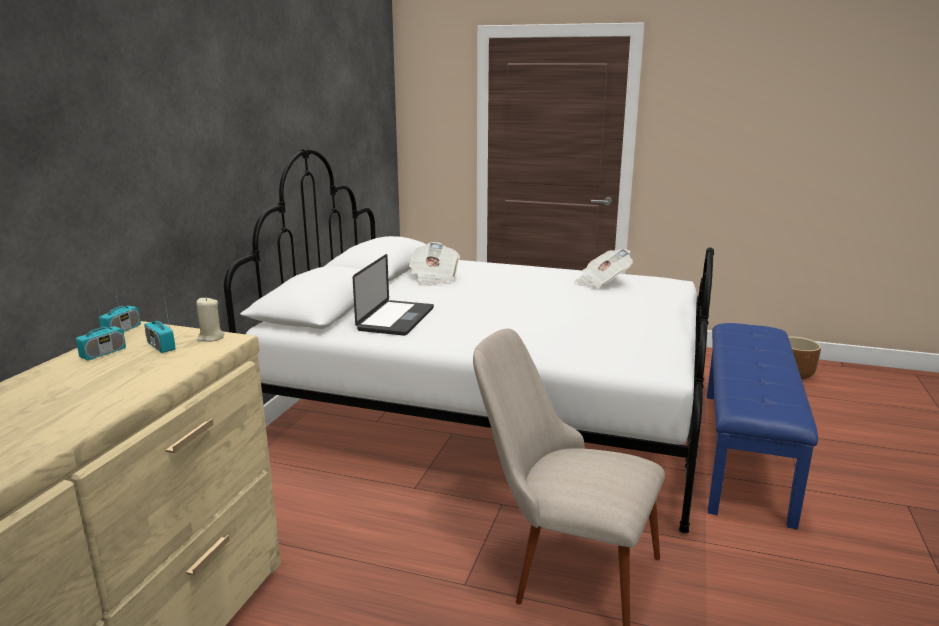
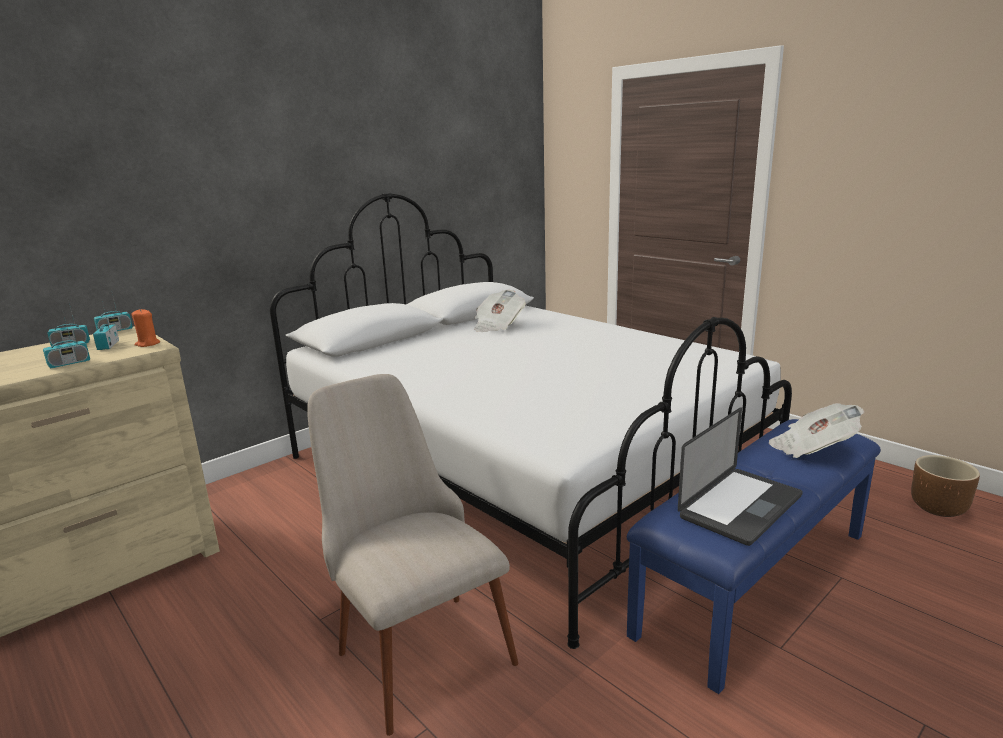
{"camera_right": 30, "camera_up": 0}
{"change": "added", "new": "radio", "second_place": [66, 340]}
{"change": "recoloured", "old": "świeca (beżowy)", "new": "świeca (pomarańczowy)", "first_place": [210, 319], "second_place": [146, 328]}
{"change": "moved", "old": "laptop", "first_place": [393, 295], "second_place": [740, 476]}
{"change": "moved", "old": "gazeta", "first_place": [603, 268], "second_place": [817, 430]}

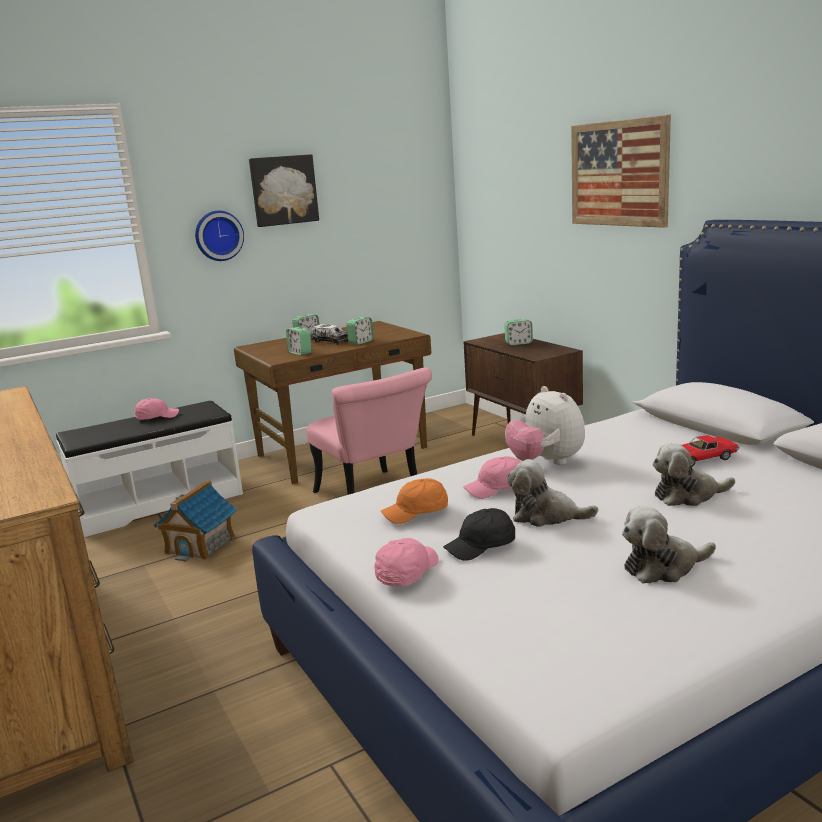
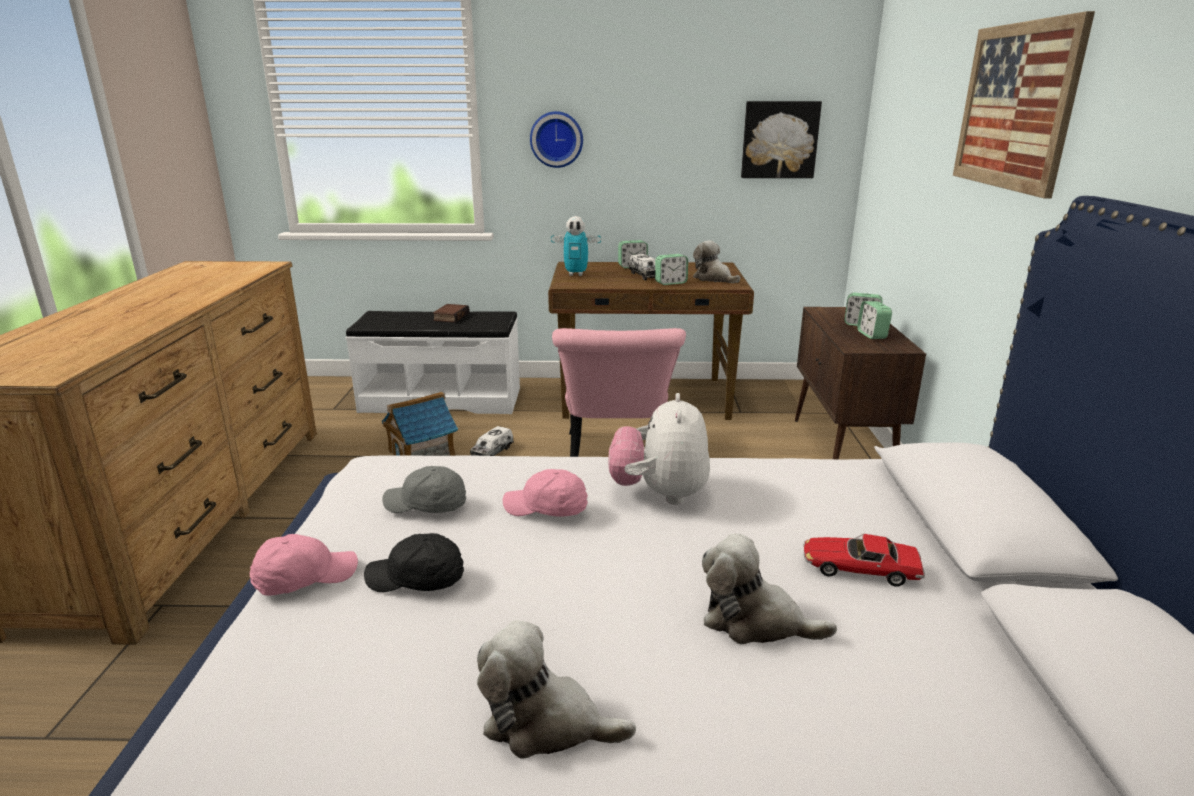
{"camera_right": 30, "camera_up": 5}
{"change": "recoloured", "old": "czapka z daszkiem (pomarańczowy)", "new": "czapka z daszkiem (szary)", "first_place": [414, 501], "second_place": [424, 489]}
{"change": "replaced", "old": "czapka z daszkiem (różowy)", "new": "książka", "first_place": [156, 409], "second_place": [451, 313]}
{"change": "added", "new": "ciężarówka zabawkowa", "second_place": [492, 441]}
{"change": "added", "new": "robot zabawkowy", "second_place": [576, 246]}
{"change": "moved", "old": "pluszak", "first_place": [552, 493], "second_place": [716, 261]}
{"change": "moved", "old": "obraz", "first_place": [284, 190], "second_place": [781, 139]}
{"change": "moved", "old": "budzik", "first_place": [299, 341], "second_place": [874, 320]}

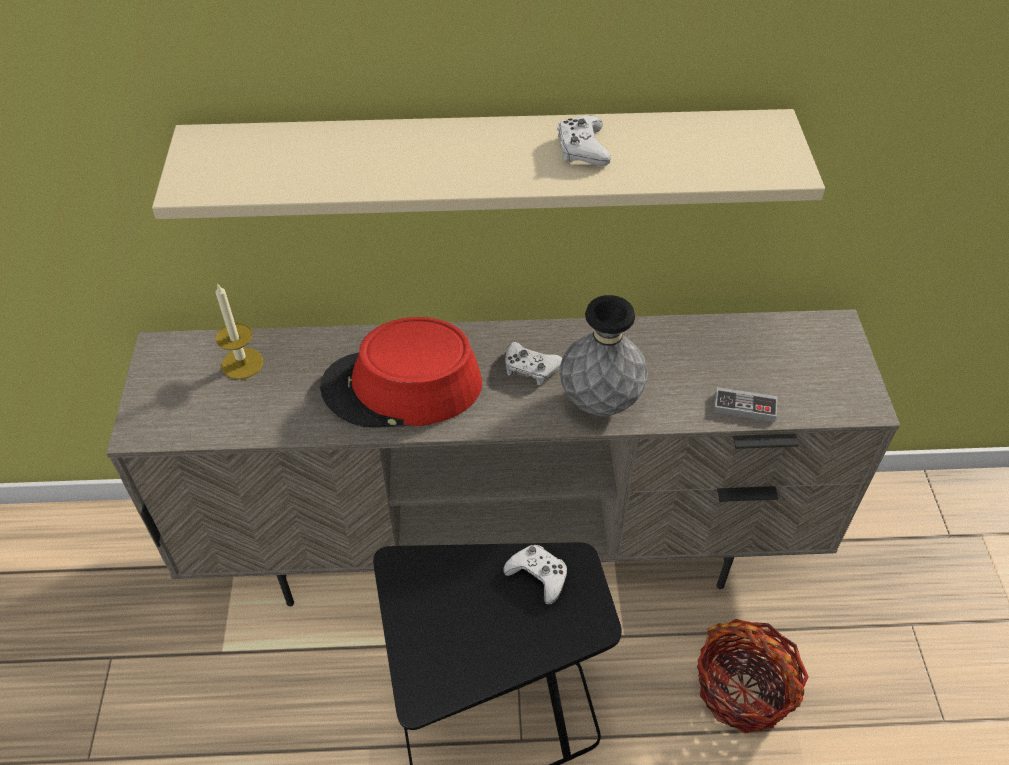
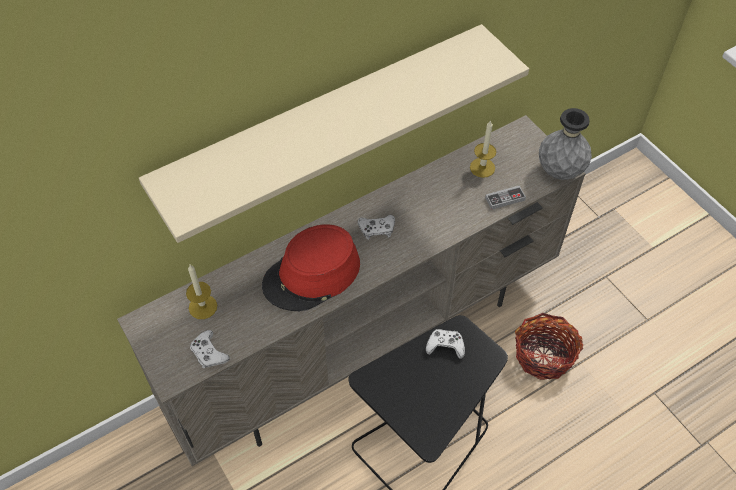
{"camera_right": -30, "camera_up": 5}
{"change": "moved", "old": "pad do gier (biały)", "first_place": [584, 141], "second_place": [210, 349]}
{"change": "added", "new": "świeca", "second_place": [483, 149]}
{"change": "moved", "old": "wazon (szary)", "first_place": [604, 355], "second_place": [565, 144]}

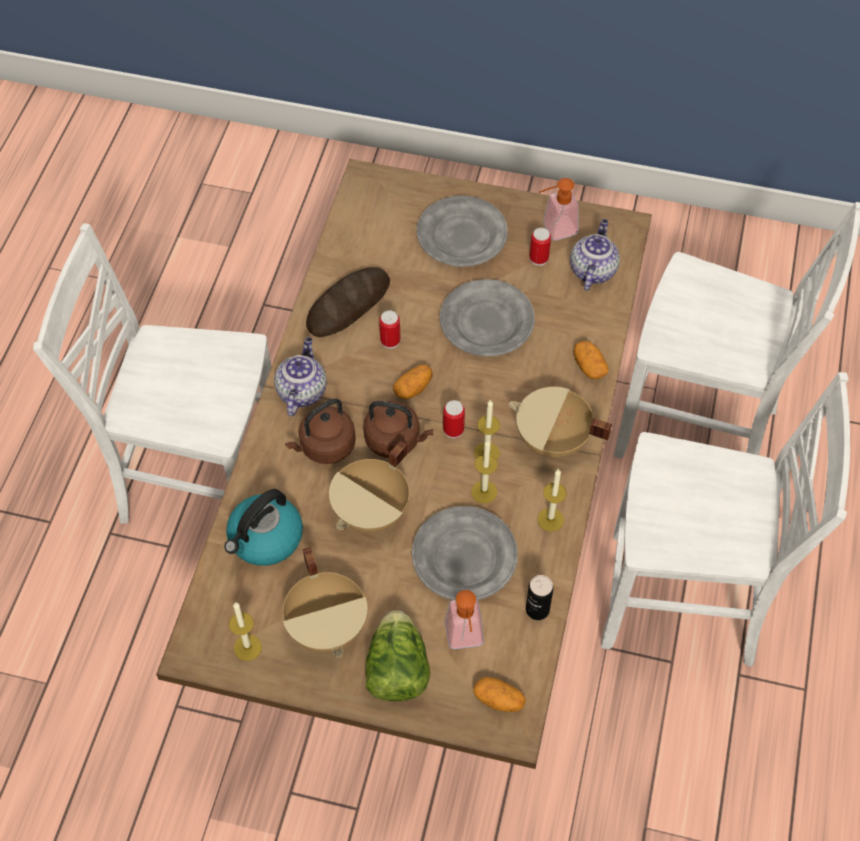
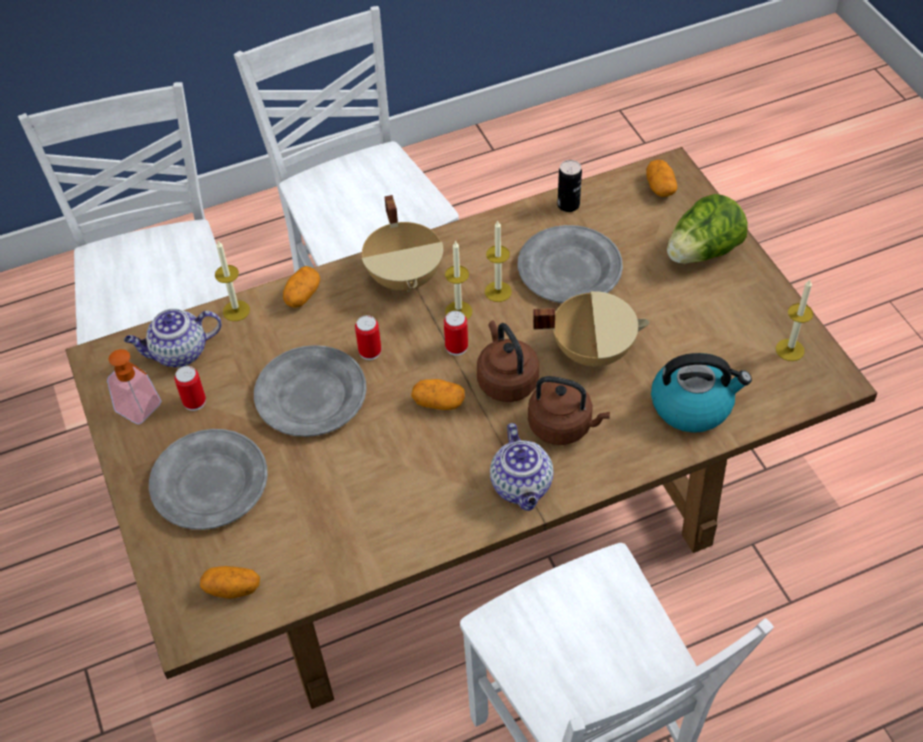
{"camera_right": -125, "camera_up": -5}
{"change": "added", "new": "ziemniak", "second_place": [230, 582]}
{"change": "moved", "old": "świeca", "first_place": [552, 500], "second_place": [232, 281]}
{"change": "moved", "old": "puszka", "first_place": [389, 329], "second_place": [368, 337]}
{"change": "turned", "old": "imbryk", "first_place": [300, 376], "second_place": [522, 467], "degrees": -75}
{"change": "removed", "old": "garnek (beżowy)", "first_place": [324, 602]}
{"change": "removed", "old": "chleb", "first_place": [348, 302]}
{"change": "removed", "old": "dozownik mydła", "first_place": [464, 619]}

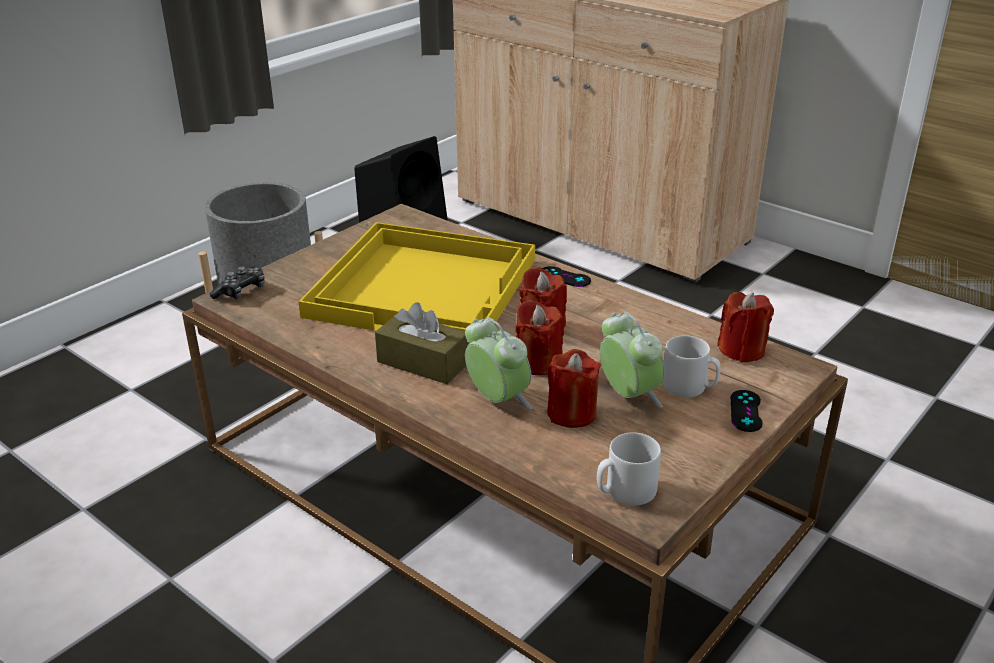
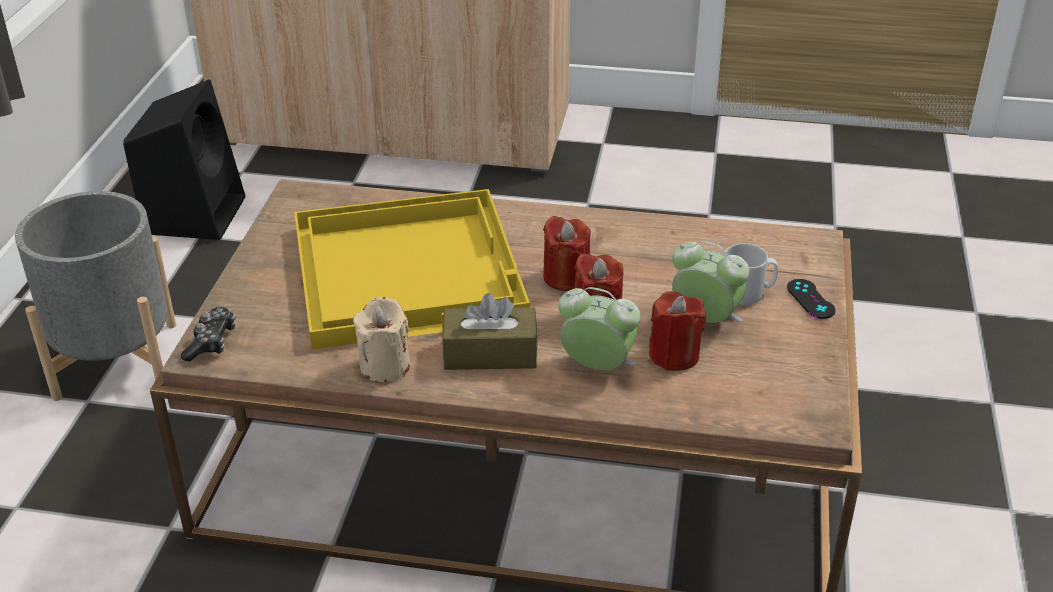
{"camera_right": -30, "camera_up": 5}
{"change": "added", "new": "świeca (beżowy)", "second_place": [382, 339]}
{"change": "removed", "old": "pad do gier (czarny)", "first_place": [567, 276]}
{"change": "removed", "old": "kubek (szary)", "first_place": [629, 469]}
{"change": "removed", "old": "świeca (czerwony)", "first_place": [745, 327]}

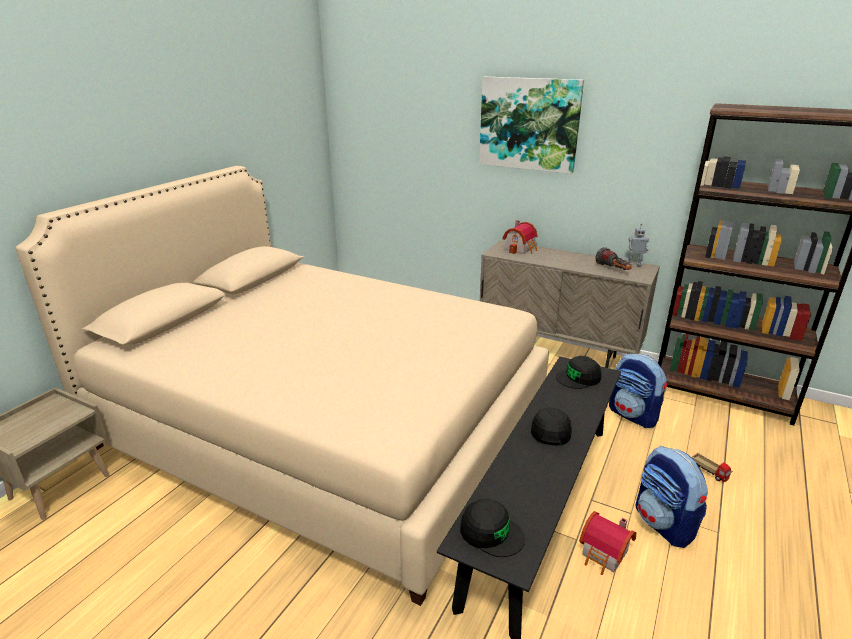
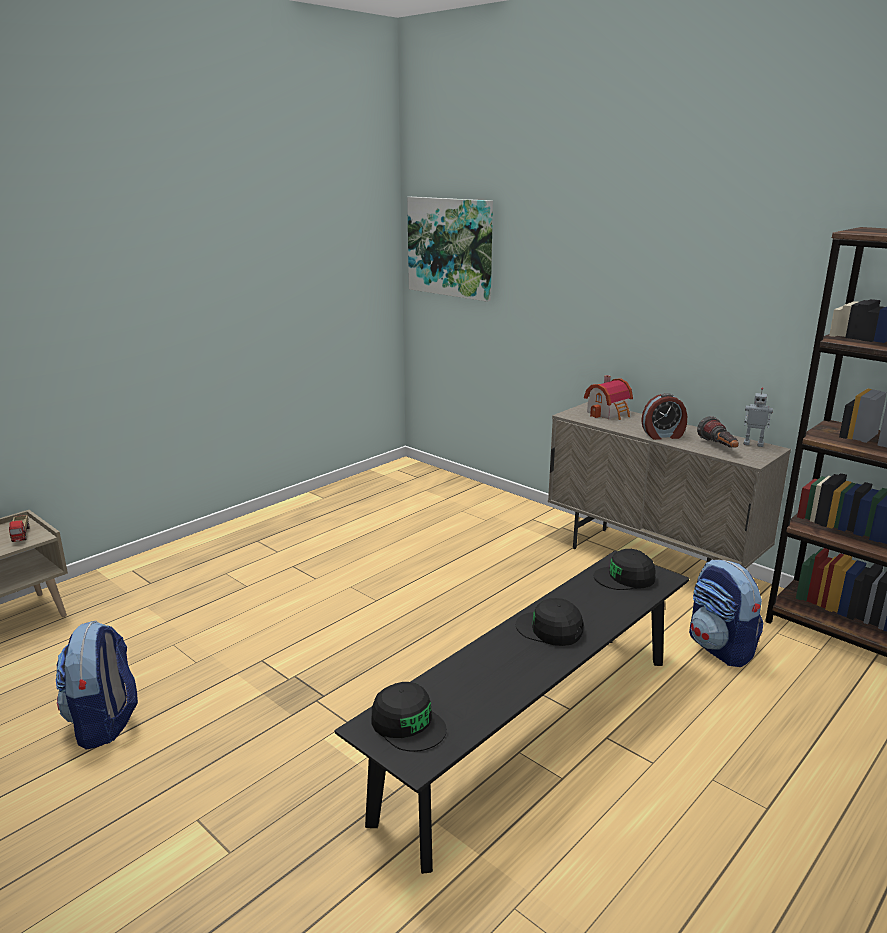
{"camera_right": 15, "camera_up": -5}
{"change": "moved", "old": "ciężarówka zabawkowa", "first_place": [712, 467], "second_place": [19, 528]}
{"change": "moved", "old": "plecak", "first_place": [671, 497], "second_place": [97, 685]}
{"change": "moved", "old": "obraz", "first_place": [531, 125], "second_place": [450, 249]}
{"change": "turned", "old": "czapka z daszkiem (czarny)", "first_place": [551, 427], "second_place": [549, 622], "degrees": -90}
{"change": "added", "new": "budzik", "second_place": [664, 416]}
{"change": "removed", "old": "łóżko (beżowy)", "first_place": [282, 386]}
{"change": "removed", "old": "domek", "first_place": [607, 543]}

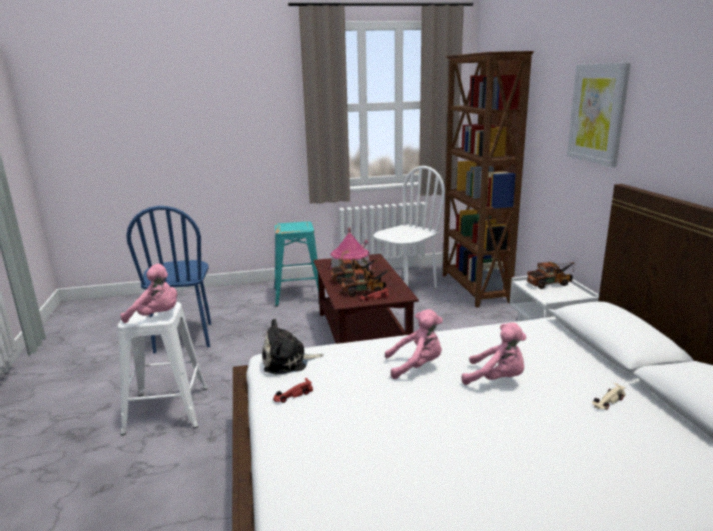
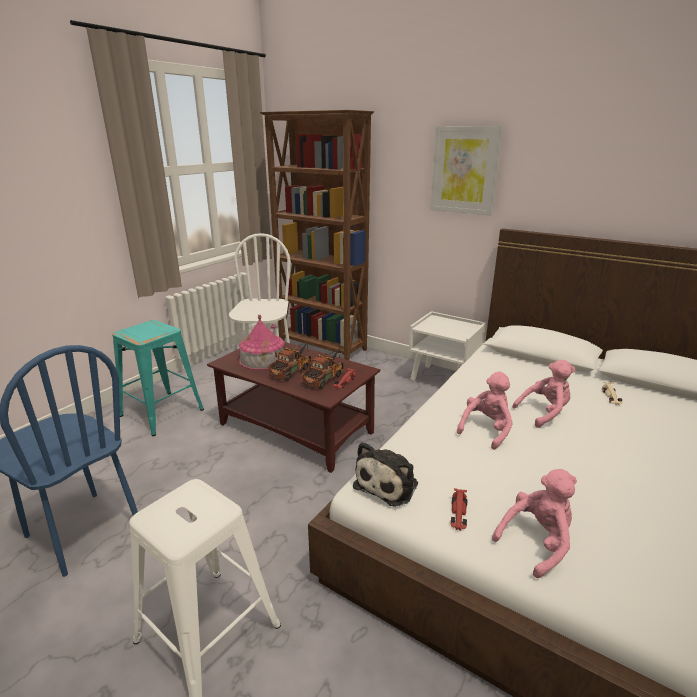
{"camera_right": -45, "camera_up": 5}
{"change": "moved", "old": "pluszak (różowy)", "first_place": [148, 293], "second_place": [534, 523]}
{"change": "removed", "old": "ciężarówka zabawkowa", "first_place": [551, 275]}

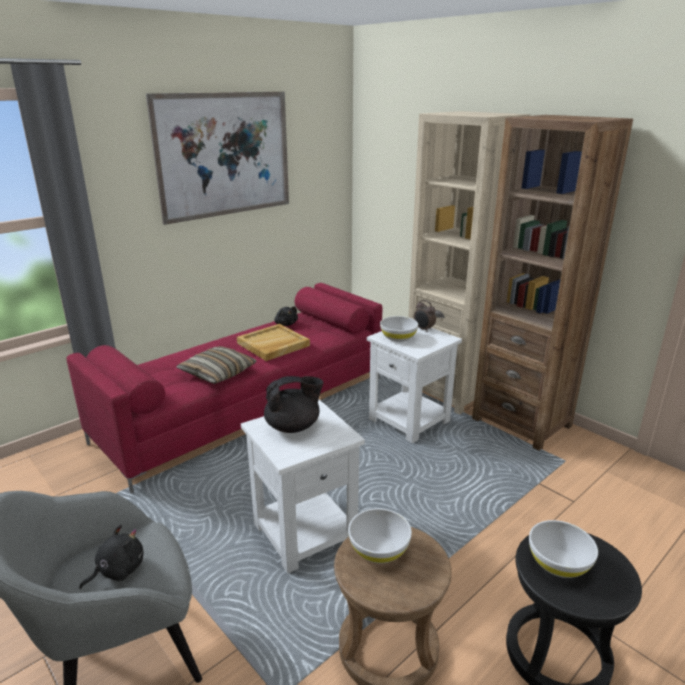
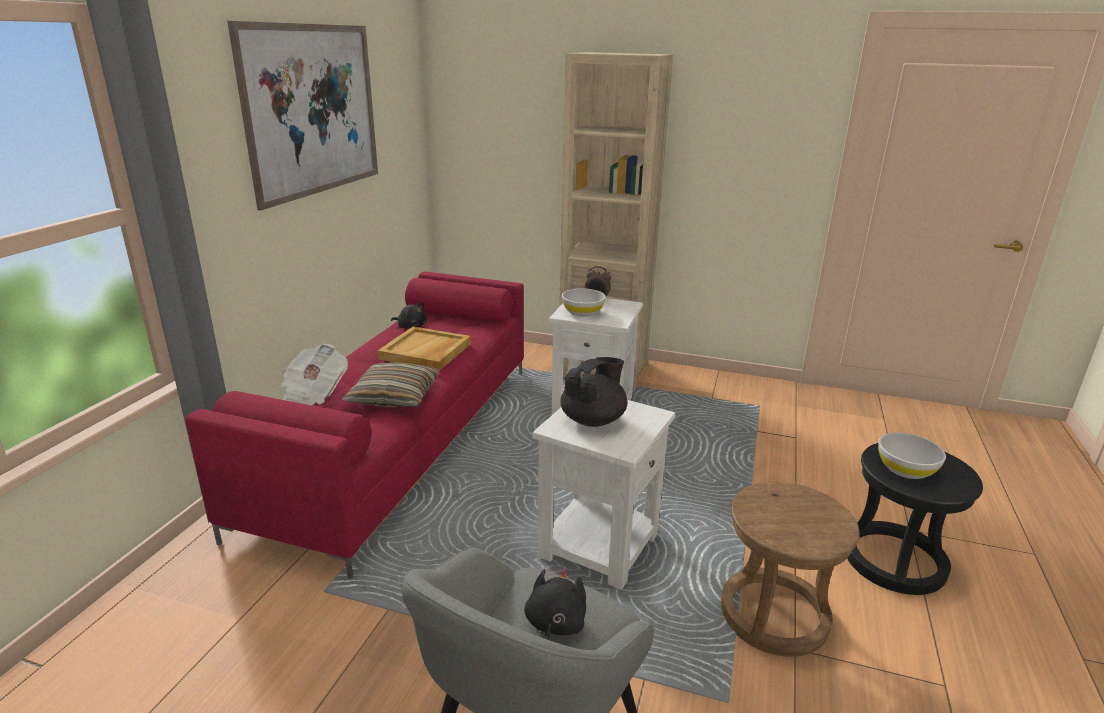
{"camera_right": -30, "camera_up": 0}
{"change": "added", "new": "gazeta", "second_place": [314, 374]}
{"change": "removed", "old": "miska (biały)", "first_place": [380, 535]}
{"change": "removed", "old": "regał (brązowy)", "first_place": [552, 282]}

